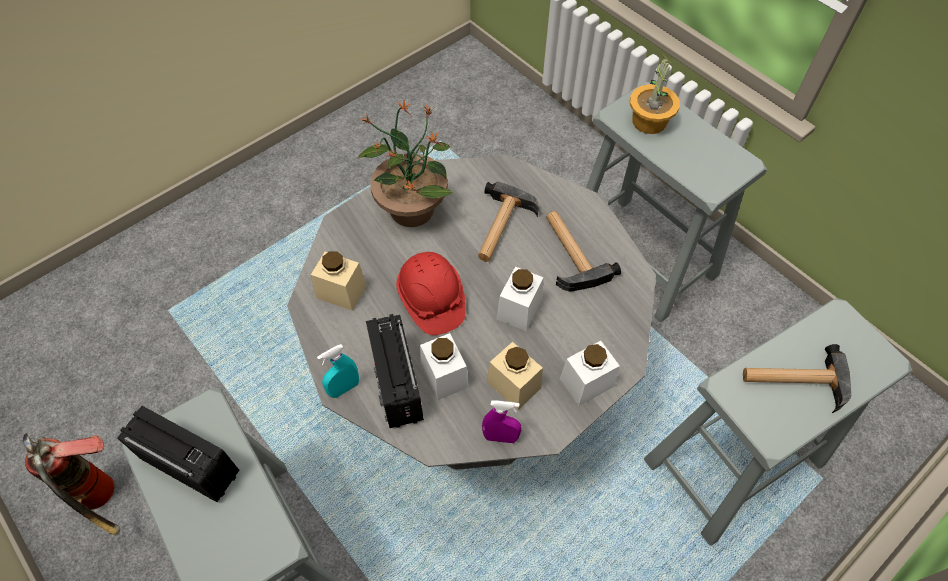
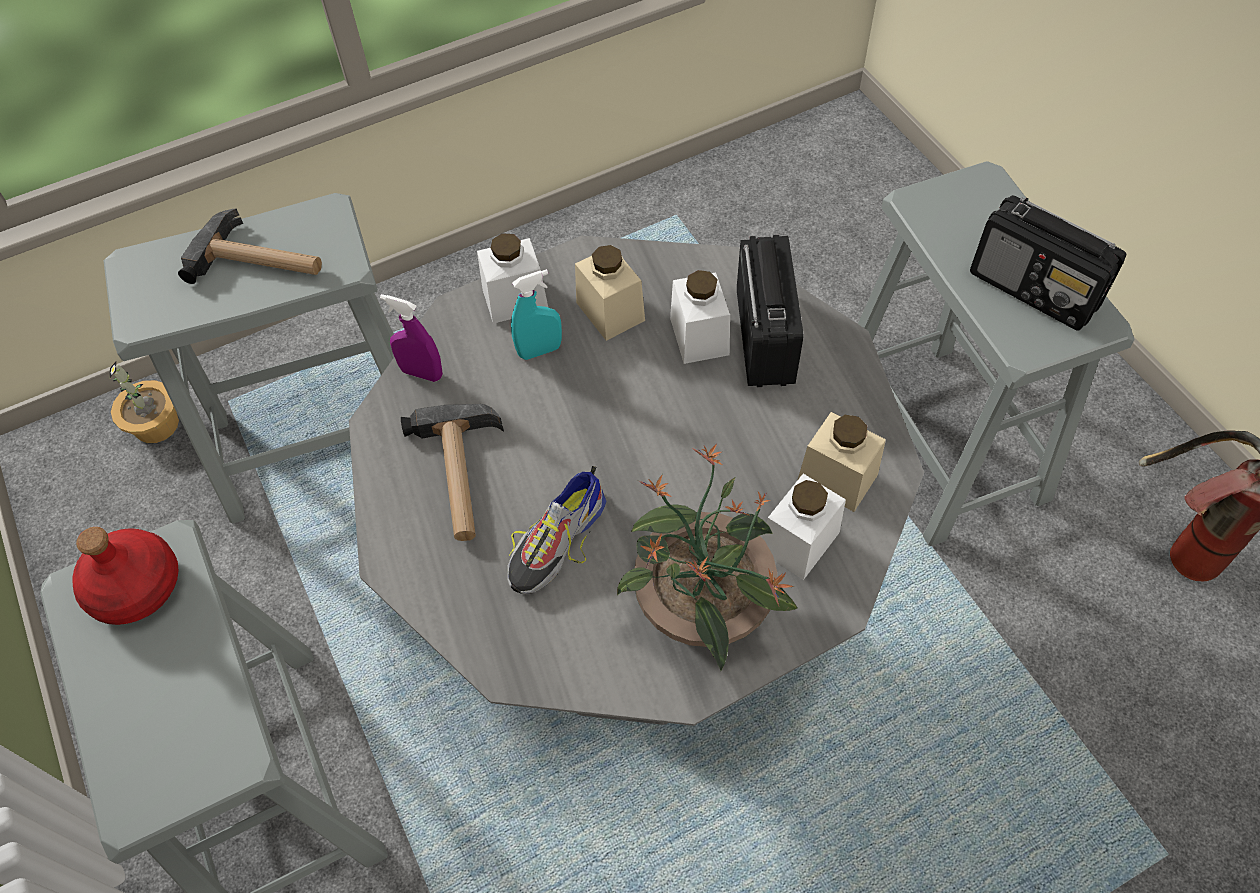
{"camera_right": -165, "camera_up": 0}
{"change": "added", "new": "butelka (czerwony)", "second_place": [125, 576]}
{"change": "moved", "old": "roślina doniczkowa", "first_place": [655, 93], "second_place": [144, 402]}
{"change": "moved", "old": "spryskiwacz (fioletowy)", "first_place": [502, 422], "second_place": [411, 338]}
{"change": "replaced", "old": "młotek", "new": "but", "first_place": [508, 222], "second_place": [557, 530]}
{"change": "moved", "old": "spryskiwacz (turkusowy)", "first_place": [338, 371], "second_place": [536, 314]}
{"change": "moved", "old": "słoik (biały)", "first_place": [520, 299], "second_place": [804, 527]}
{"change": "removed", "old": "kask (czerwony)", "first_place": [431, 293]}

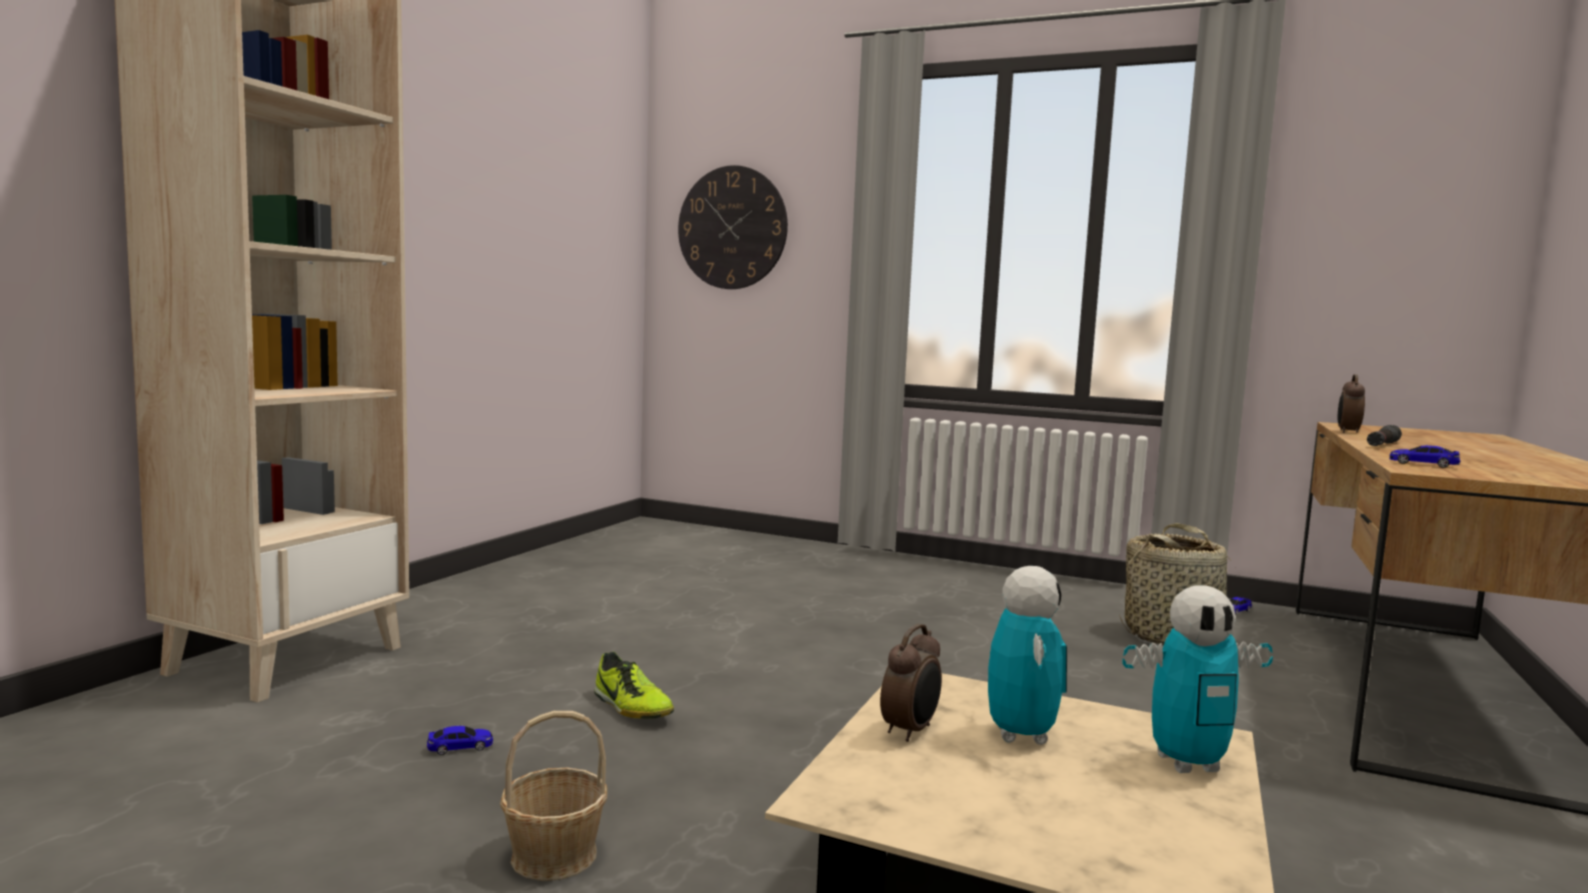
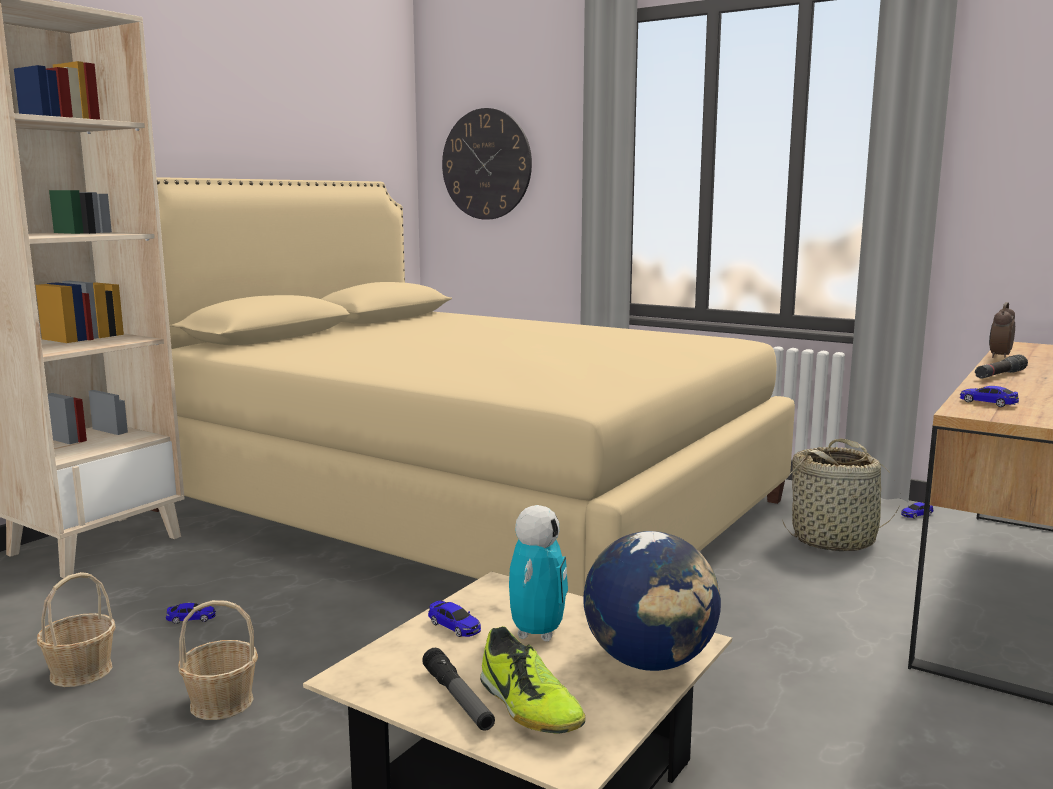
{"camera_right": 10, "camera_up": 5}
{"change": "added", "new": "koszyk", "second_place": [76, 629]}
{"change": "added", "new": "łóżko (beżowy)", "second_place": [473, 387]}
{"change": "added", "new": "latarka", "second_place": [458, 689]}
{"change": "replaced", "old": "budzik", "new": "samochodzik", "first_place": [911, 683], "second_place": [454, 618]}
{"change": "moved", "old": "but", "first_place": [634, 685], "second_place": [532, 680]}
{"change": "replaced", "old": "robot zabawkowy", "new": "globus", "first_place": [1197, 679], "second_place": [652, 601]}

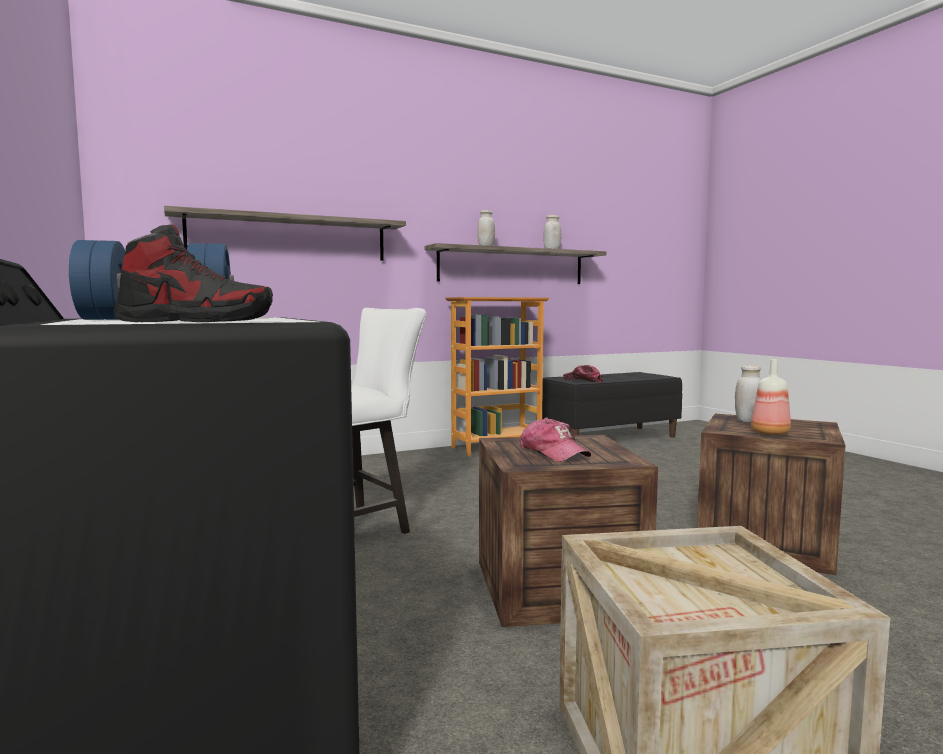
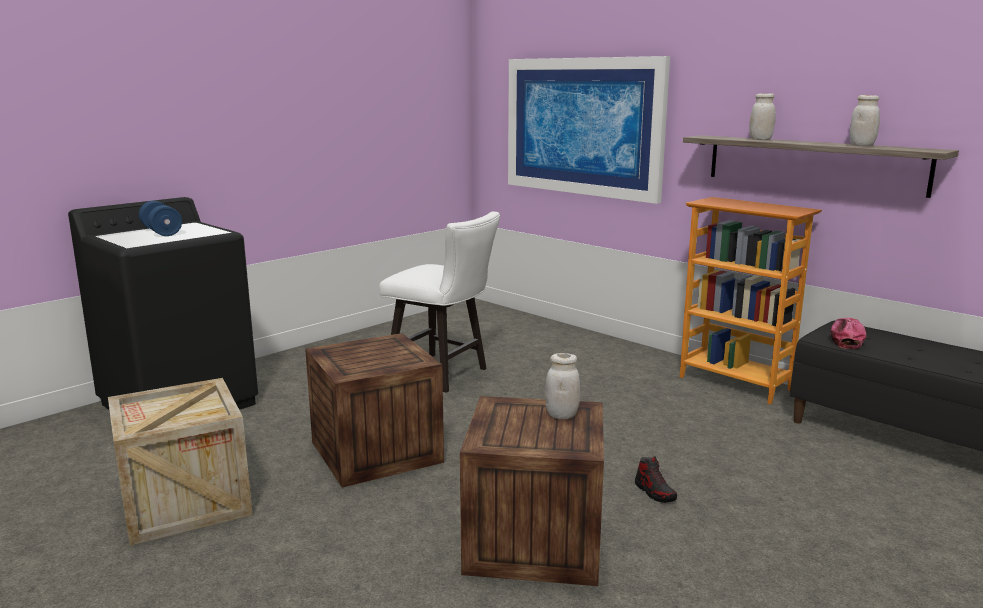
{"camera_right": 70, "camera_up": 10}
{"change": "replaced", "old": "półka", "new": "obraz", "first_place": [285, 233], "second_place": [589, 130]}
{"change": "moved", "old": "but", "first_place": [193, 273], "second_place": [656, 479]}
{"change": "removed", "old": "czapka z daszkiem", "first_place": [555, 440]}
{"change": "removed", "old": "butelka", "first_place": [771, 397]}

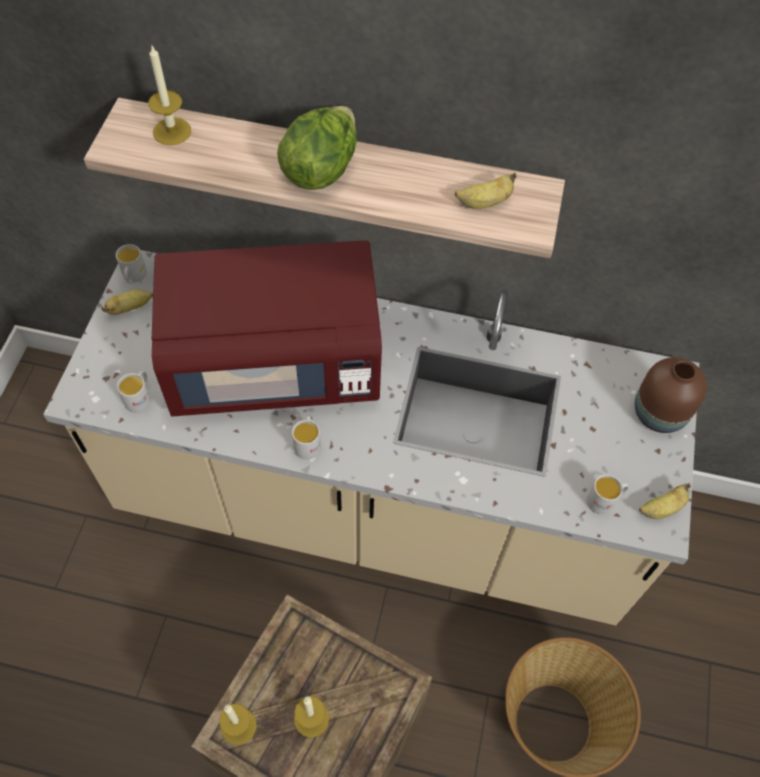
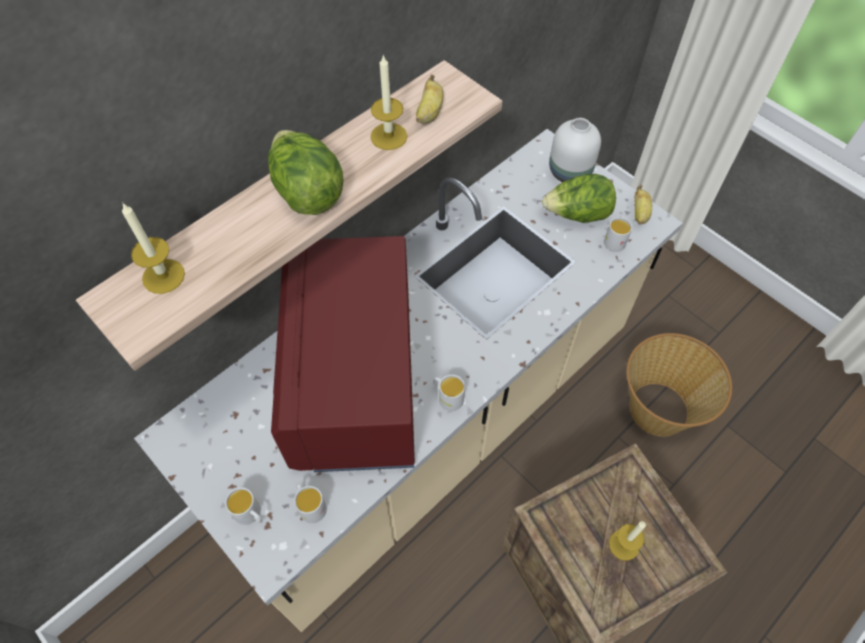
{"camera_right": -55, "camera_up": 0}
{"change": "moved", "old": "kubek (biały)", "first_place": [131, 264], "second_place": [244, 506]}
{"change": "turned", "old": "mikrofalówka (czerwony)", "first_place": [267, 328], "second_place": [343, 354], "degrees": 150}
{"change": "moved", "old": "świeca", "first_place": [237, 724], "second_place": [389, 102]}
{"change": "added", "new": "sałata", "second_place": [579, 198]}
{"change": "recoloured", "old": "wazon (brązowy)", "new": "wazon (biały)", "first_place": [671, 395], "second_place": [575, 150]}
{"change": "removed", "old": "banan", "first_place": [127, 302]}

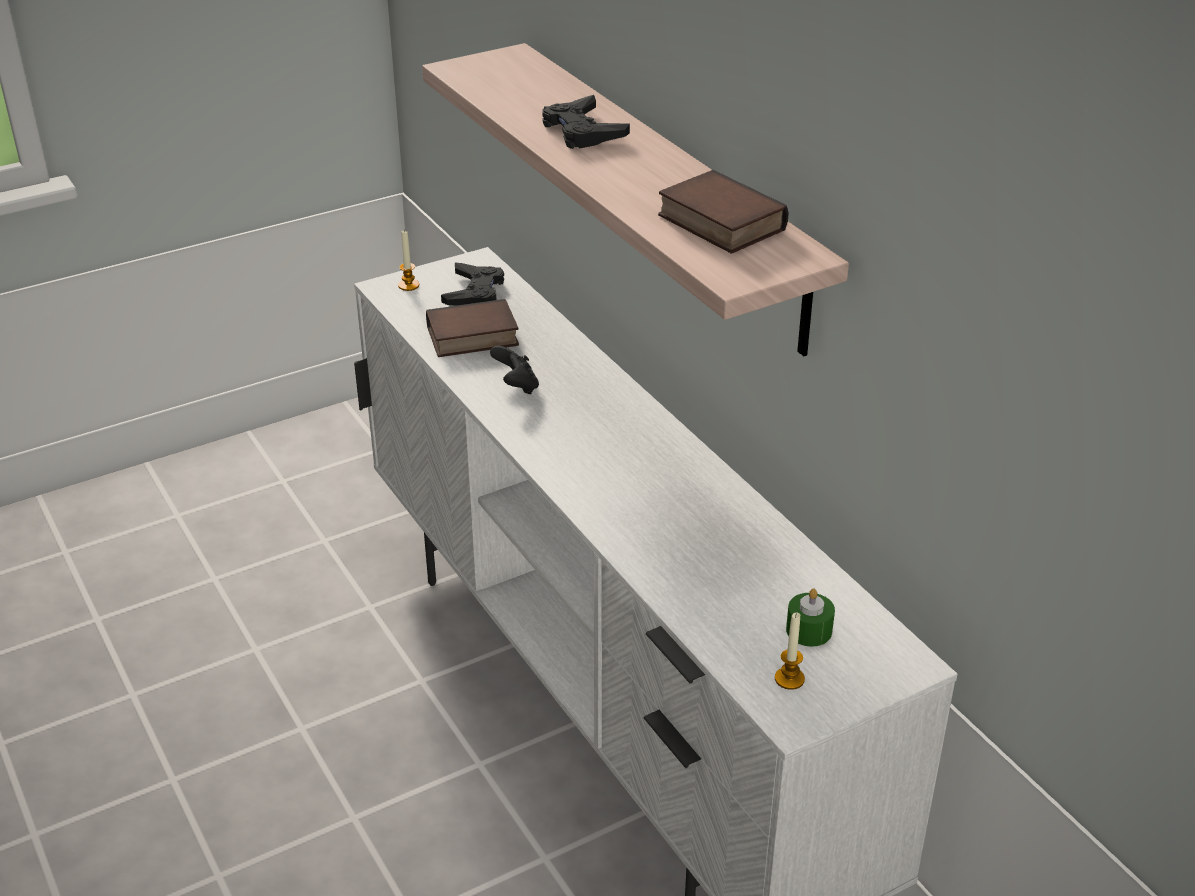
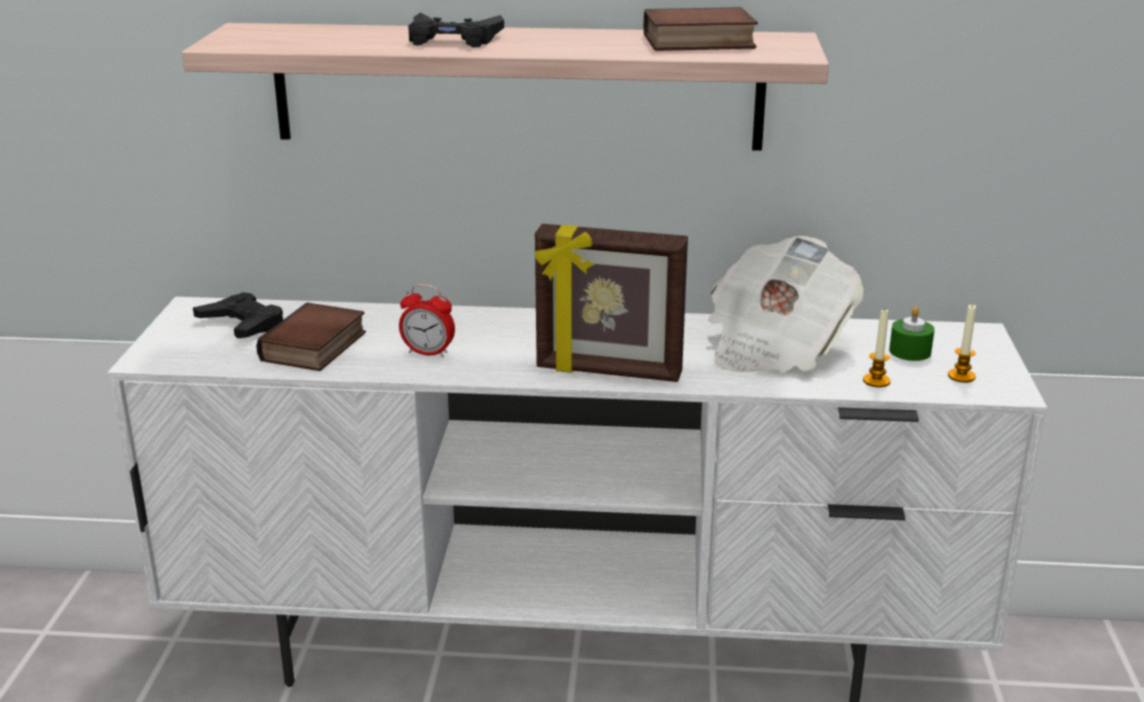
{"camera_right": -55, "camera_up": -10}
{"change": "replaced", "old": "pad do gier (czarny)", "new": "budzik", "first_place": [514, 370], "second_place": [427, 320]}
{"change": "added", "new": "ramka na zdjęcie", "second_place": [611, 303]}
{"change": "added", "new": "gazeta", "second_place": [786, 304]}
{"change": "moved", "old": "świeca", "first_place": [408, 260], "second_place": [877, 348]}

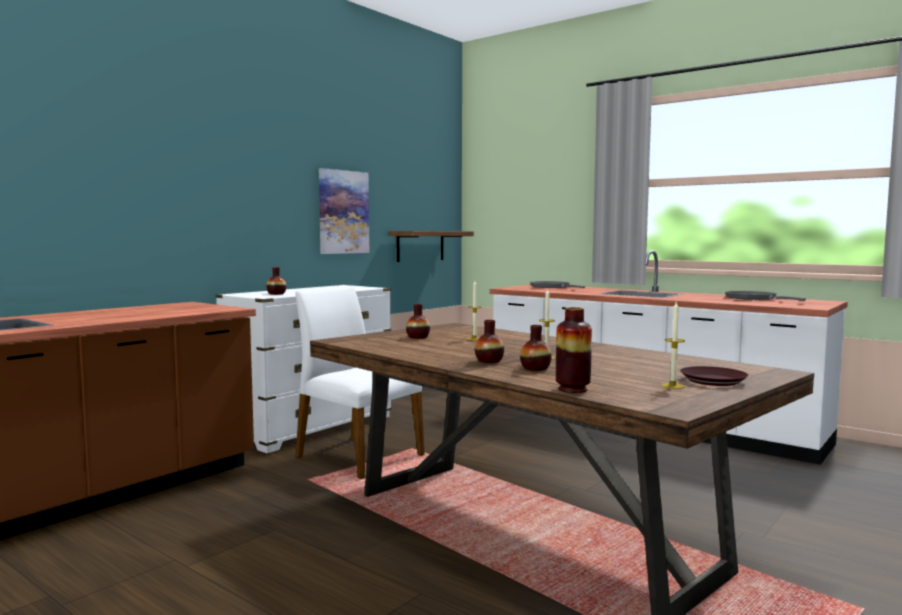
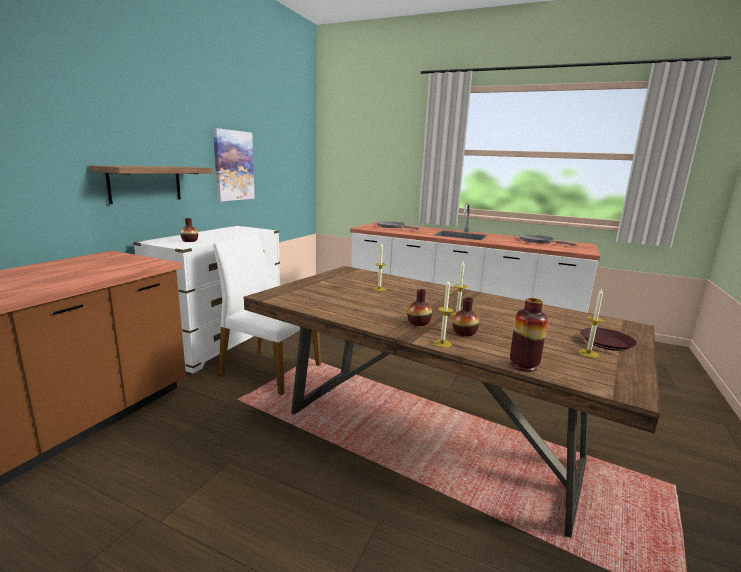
{"camera_right": -15, "camera_up": 10}
{"change": "moved", "old": "półka", "first_place": [431, 246], "second_place": [151, 184]}
{"change": "added", "new": "świeca", "second_place": [444, 314]}
{"change": "removed", "old": "wazon", "first_place": [418, 321]}

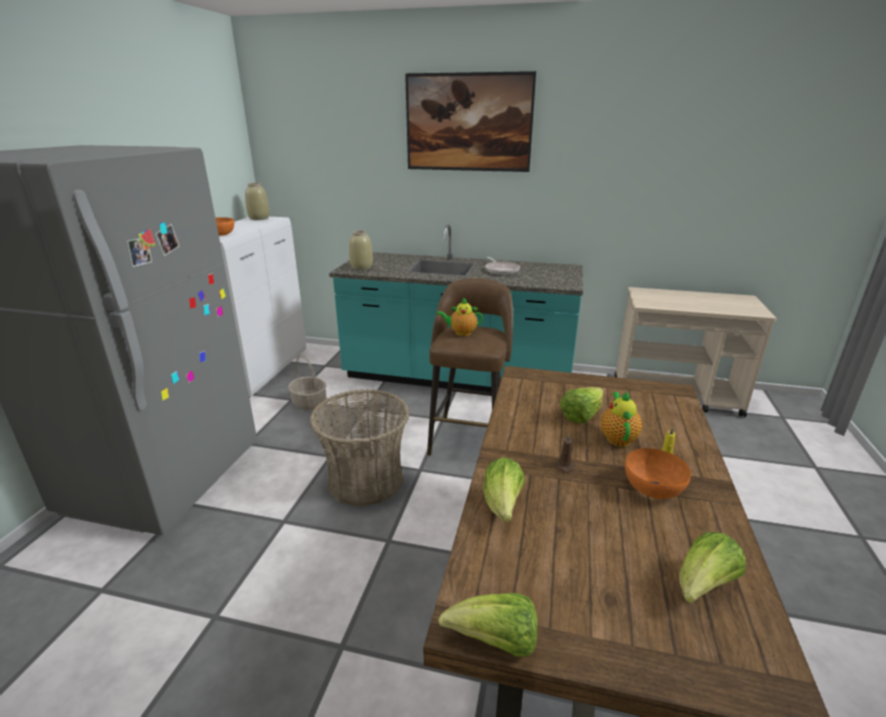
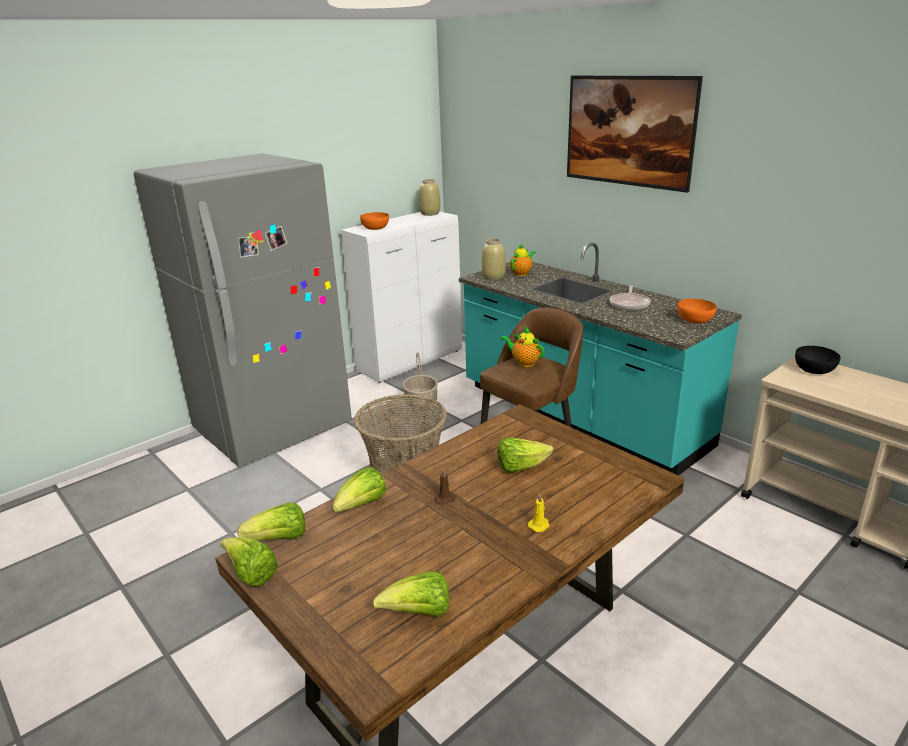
{"camera_right": 35, "camera_up": 0}
{"change": "added", "new": "sałata", "second_place": [271, 522]}
{"change": "moved", "old": "imbryk", "first_place": [621, 419], "second_place": [523, 259]}
{"change": "moved", "old": "miska (pomarańczowy)", "first_place": [658, 473], "second_place": [697, 311]}
{"change": "added", "new": "miska (czarny)", "second_place": [817, 360]}

